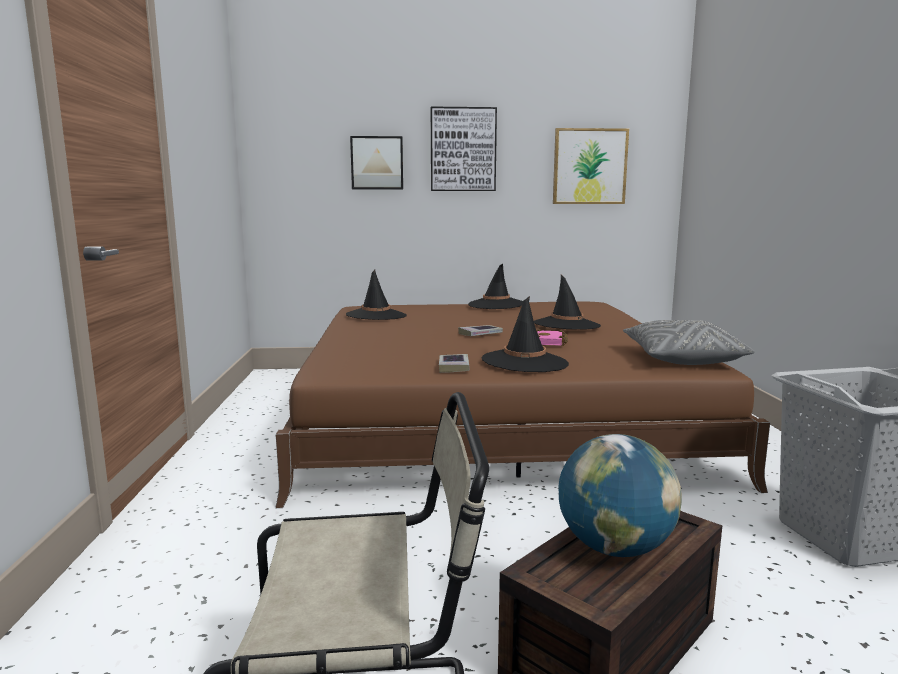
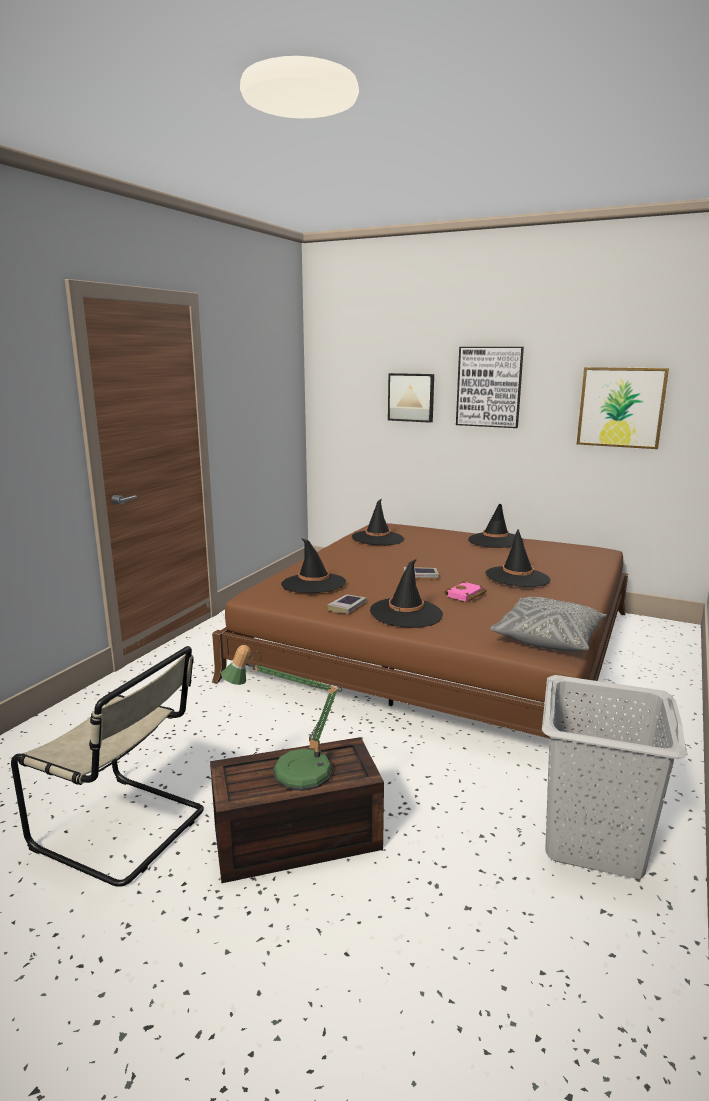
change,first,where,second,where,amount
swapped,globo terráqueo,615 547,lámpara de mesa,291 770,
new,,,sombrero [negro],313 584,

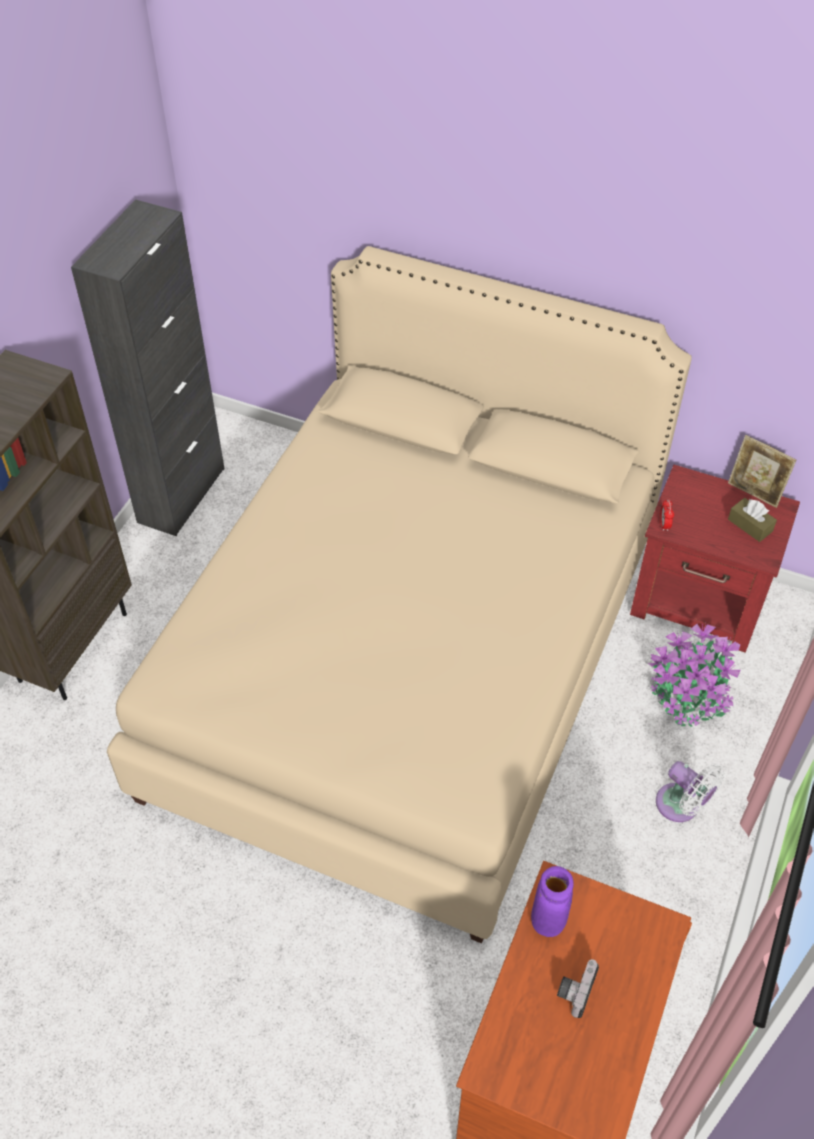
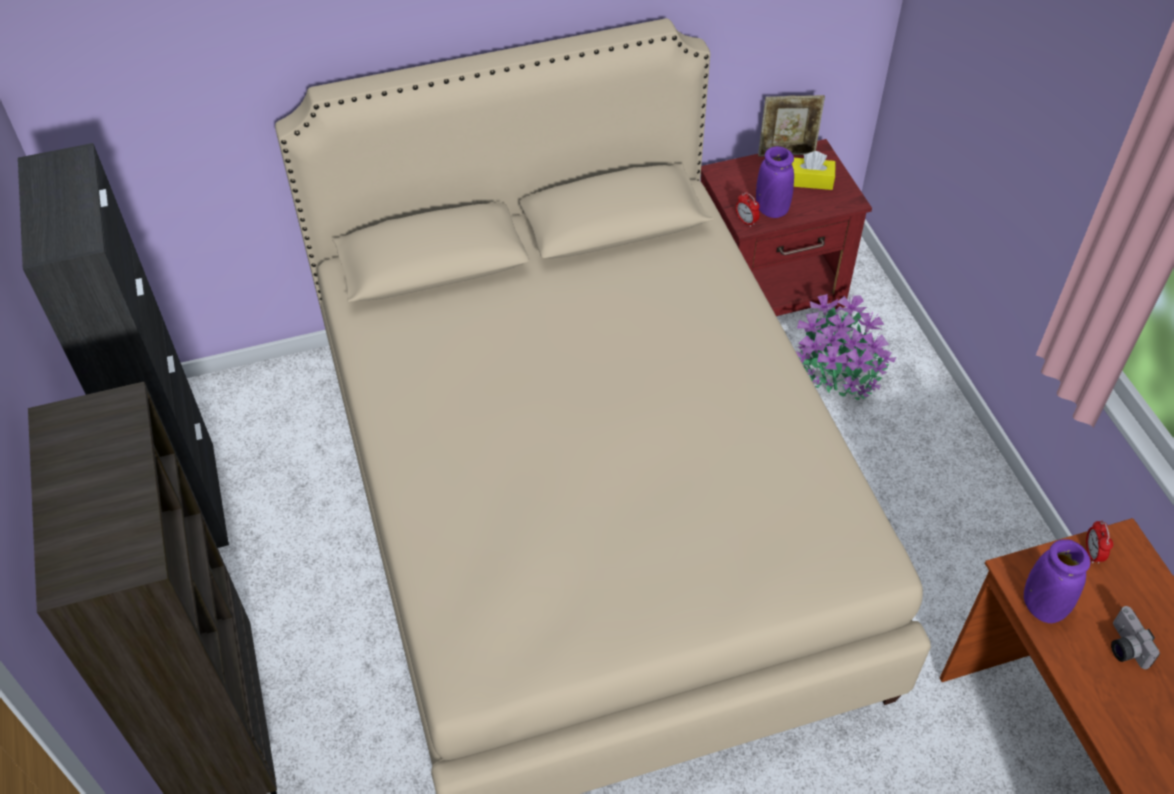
change,first,where,second,where,amount
new,,,florero [morado],771 209,
repainted,caja de pañuelos [marrón],750 525,caja de pañuelos [amarillo],811 180,
new,,,despertador,1092 553,
gone,ventilador [blanco],681 806,,,

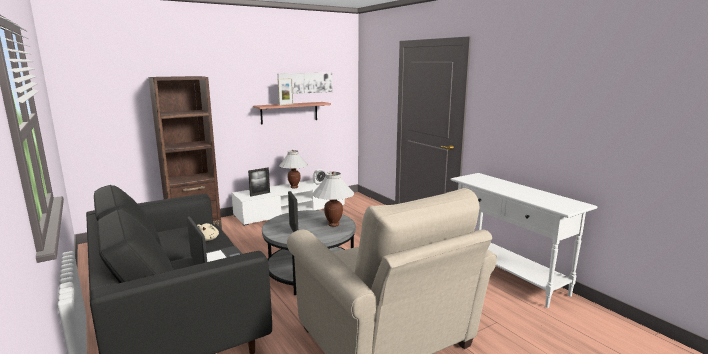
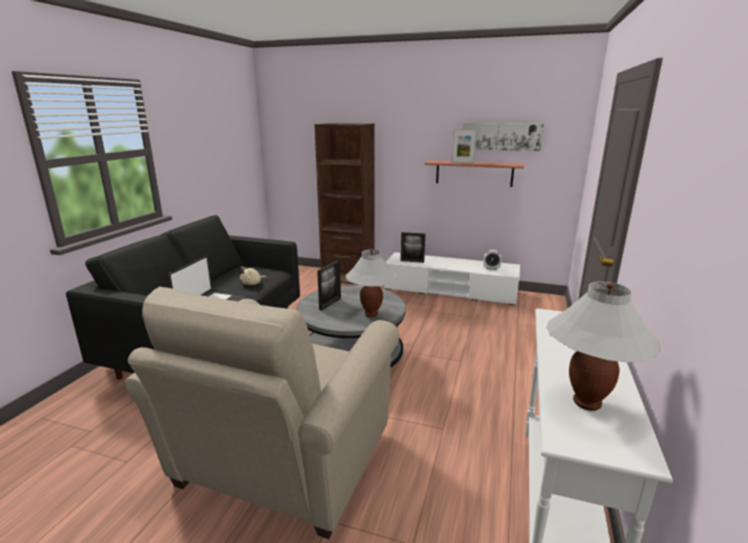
change,first,where,second,where,amount
shifted,lámpara de mesa [blanco],294 187,,587 403,

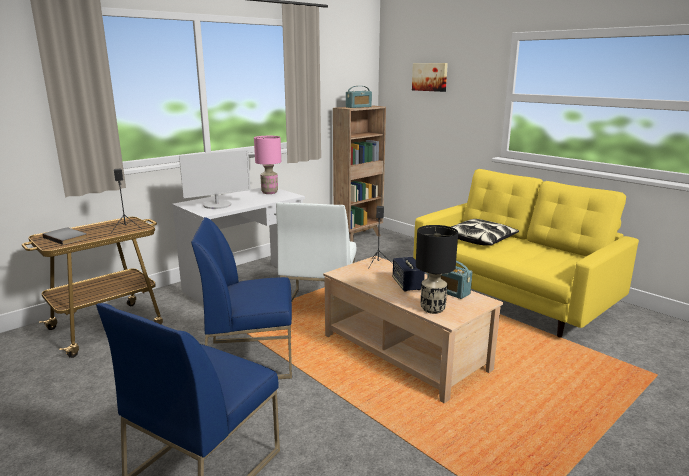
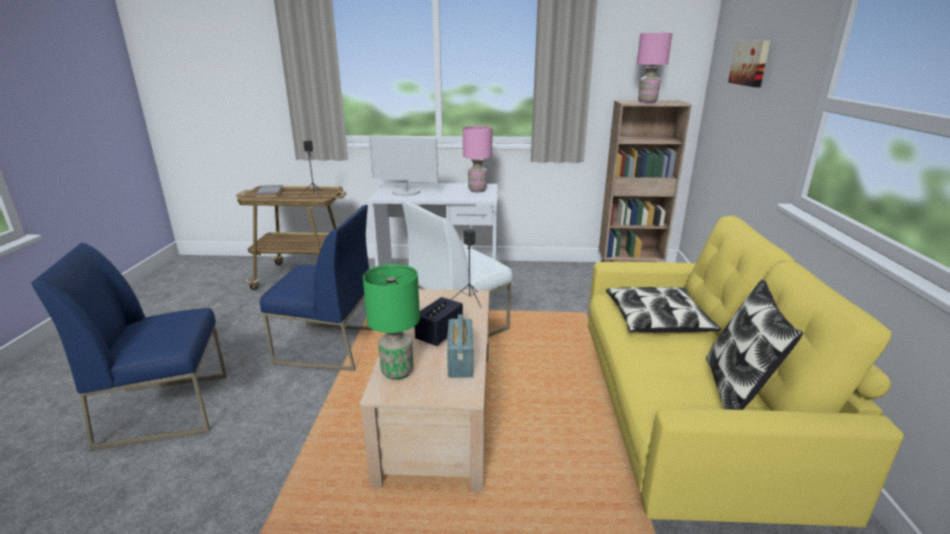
change,first,where,second,where,amount
rotated,silla [azul],251 358,,328 346,150 degrees clockwise
repainted,lámpara de mesa [negro],432 309,lámpara de mesa [verde],396 372,
swapped,radio,358 107,lámpara de mesa [rosa],647 102,
new,,,cojín,736 390,

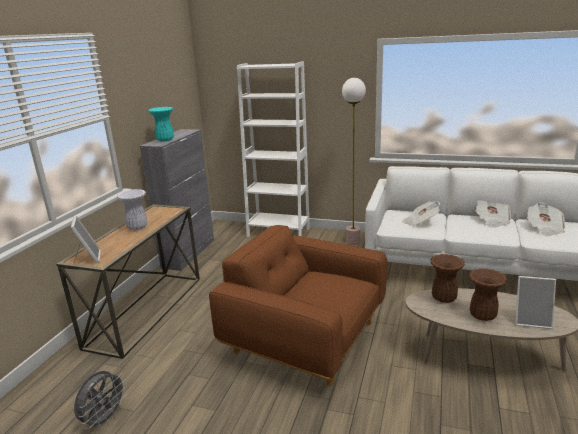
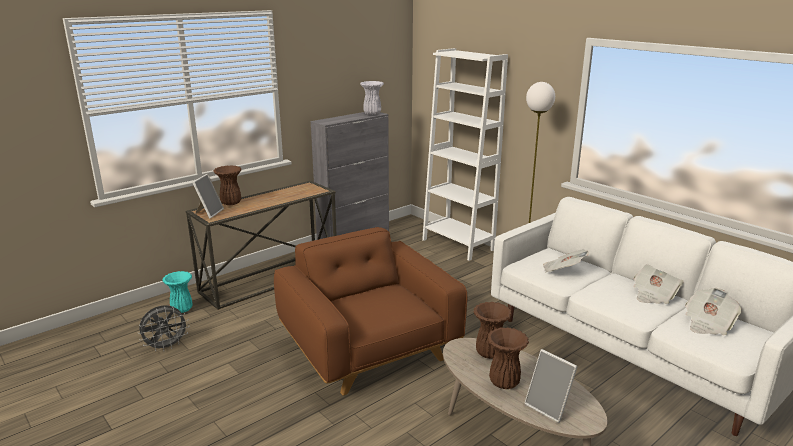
change,first,where,second,where,amount
shifted,florero [turquesa],165 140,,182 309,
new,,,florero [marrón],231 203,
shifted,florero [blanco],138 227,,372 113,

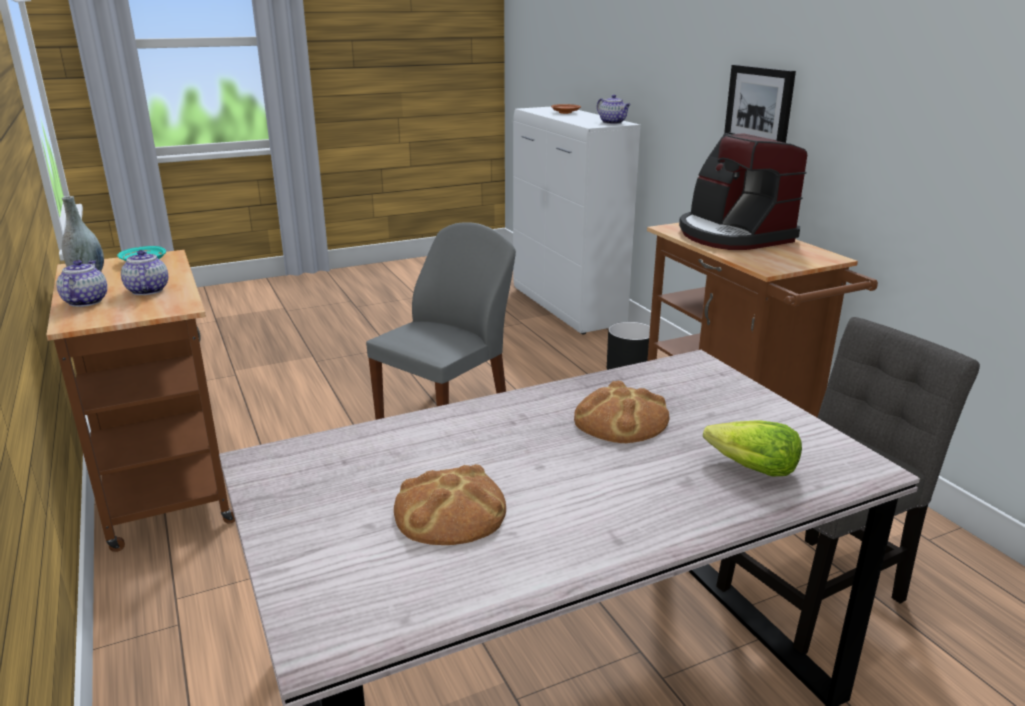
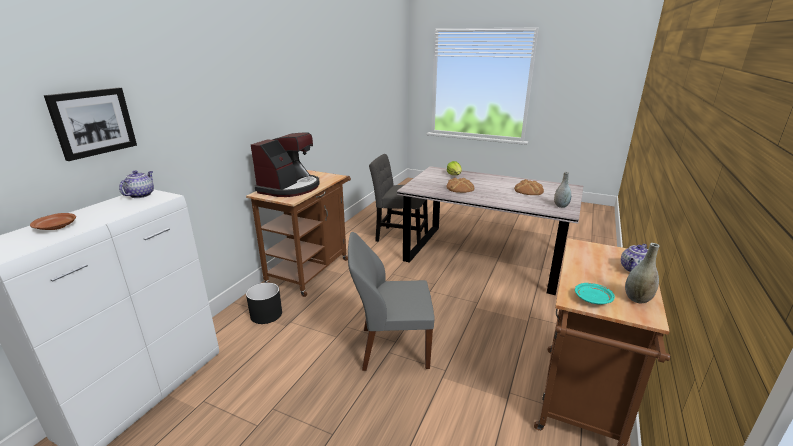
change,first,where,second,where,amount
shifted,cuadro,760 106,,93 122,
new,,,florero [gris],561 206,
gone,tetera,147 290,,,

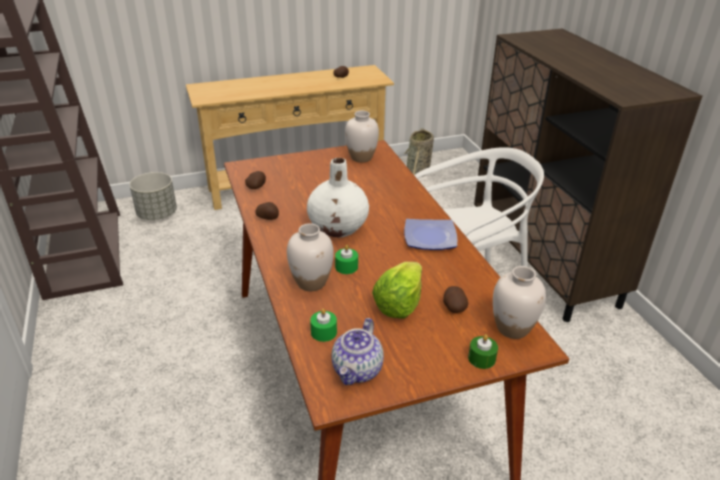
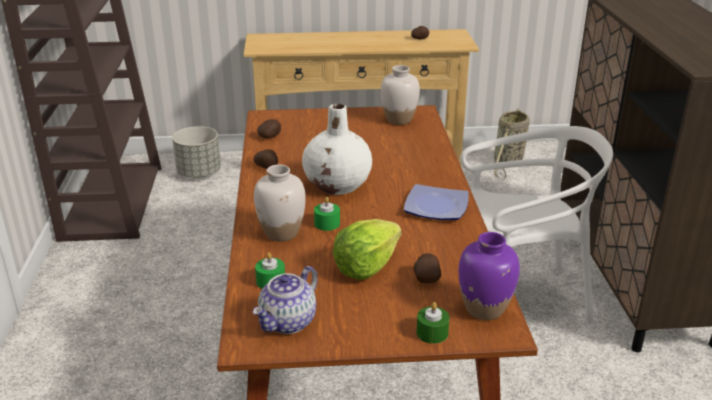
change,first,where,second,where,amount
repainted,florero [blanco],512 328,florero [morado],485 309,

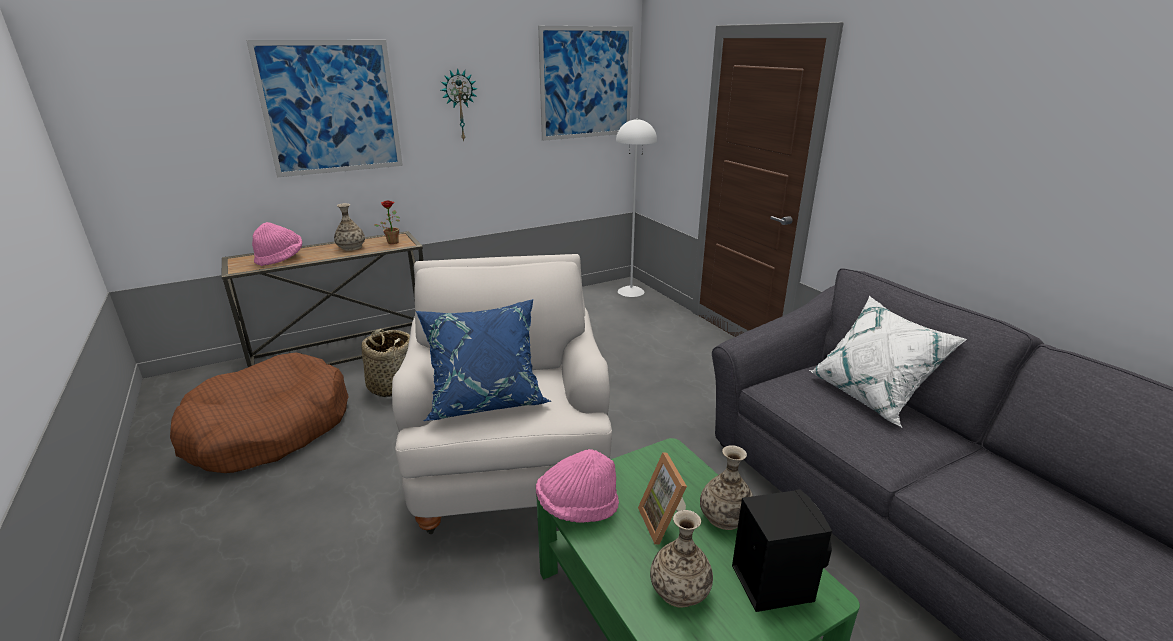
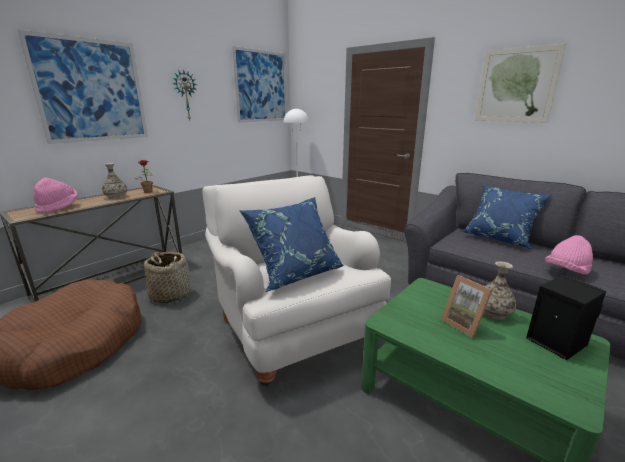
change,first,where,second,where,amount
repainted,cojín [blanco],871 395,cojín [azul],499 238,
new,,,cuadro,516 85,
shifted,sombrero [rosa],577 507,,566 271,
gone,florero,679 589,,,

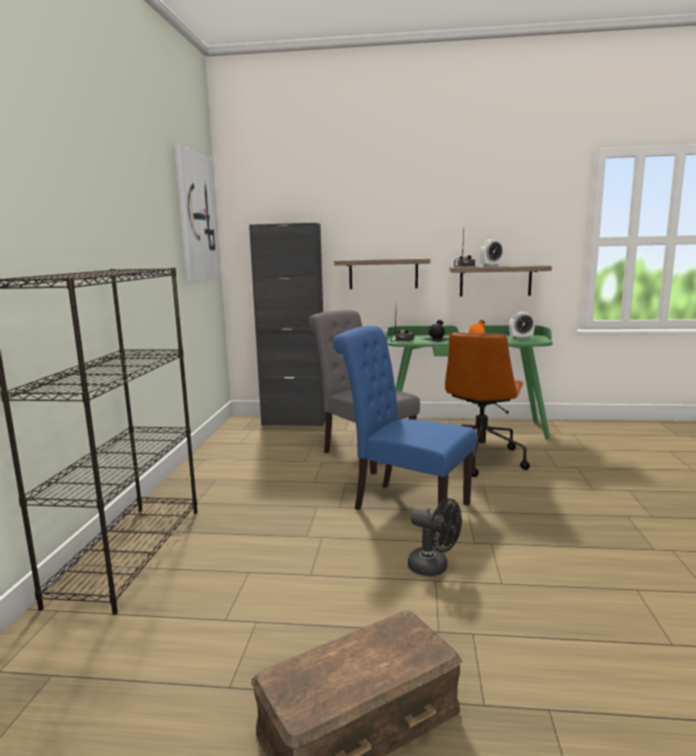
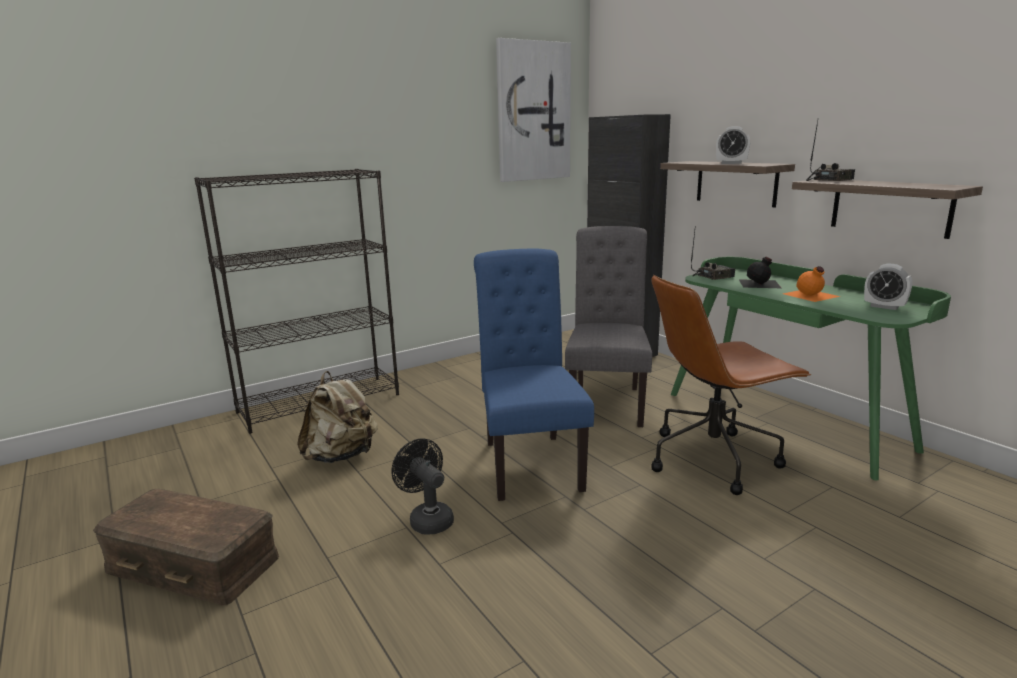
change,first,where,second,where,amount
new,,,mochila [beis],341 456,
rotated,ventilador [negro],434 568,,427 519,150 degrees clockwise
shifted,despertador,490 266,,731 163,

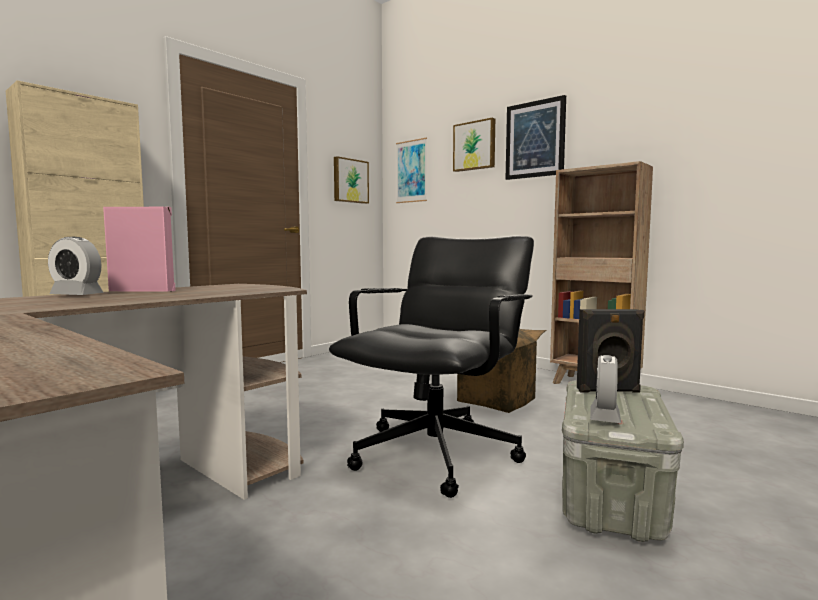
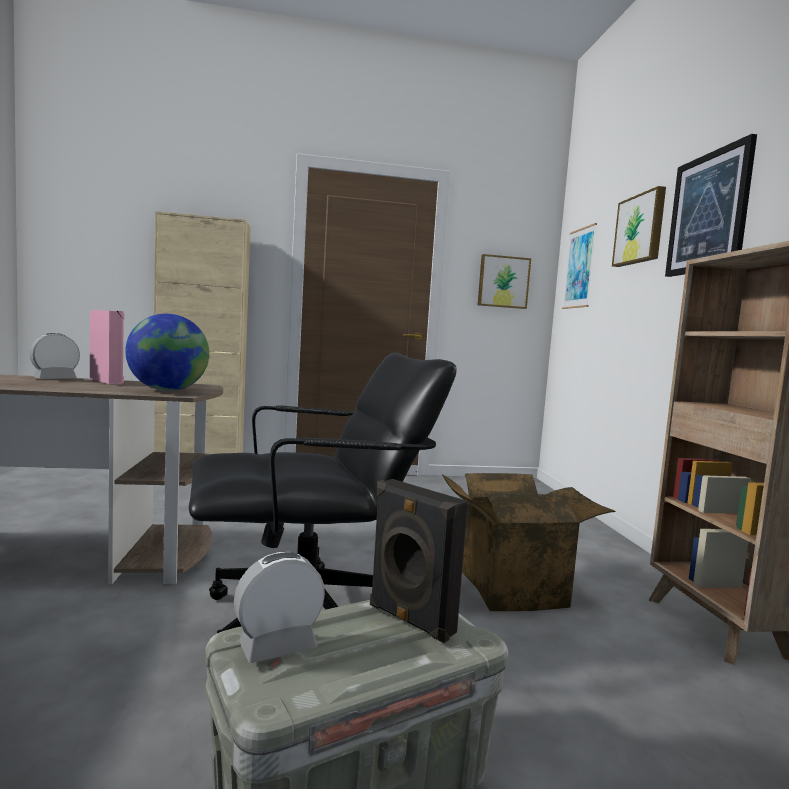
change,first,where,second,where,amount
rotated,despertador,77 295,,55 379,75 degrees clockwise
new,,,globo terráqueo,167 390,

